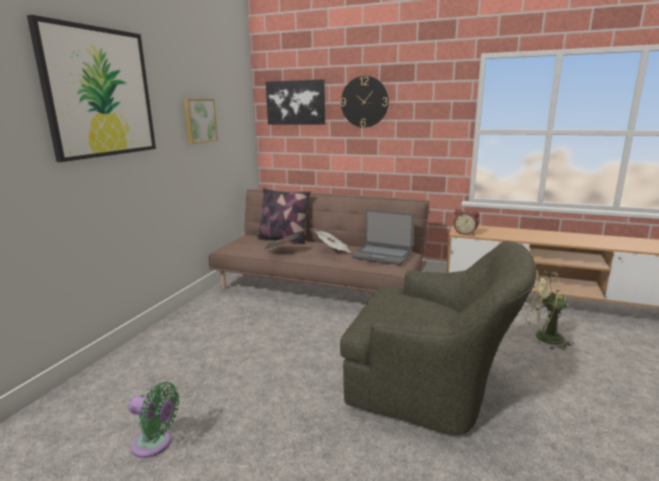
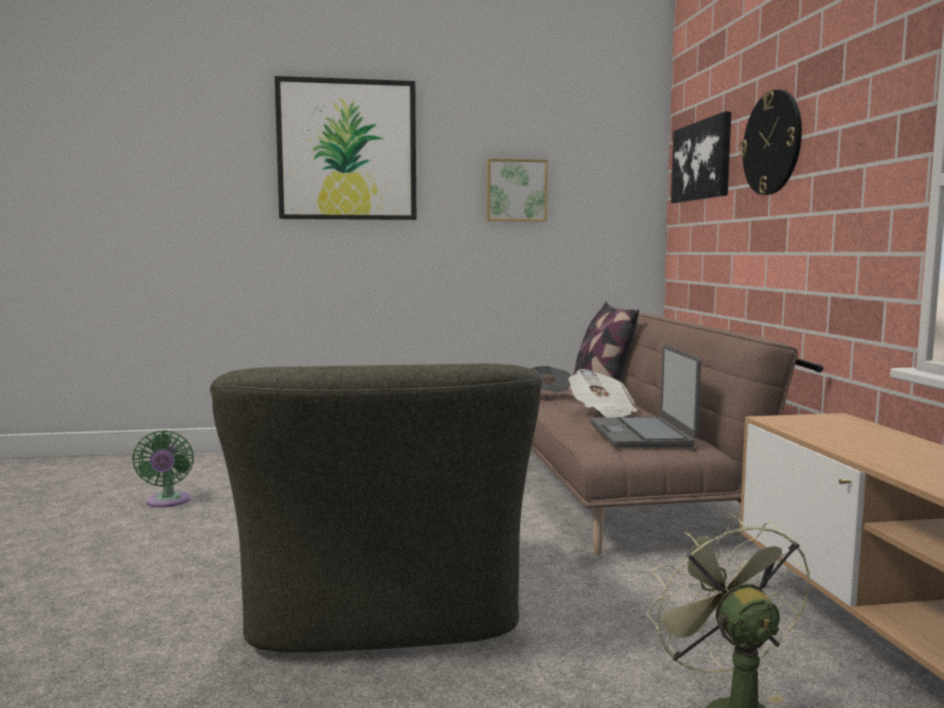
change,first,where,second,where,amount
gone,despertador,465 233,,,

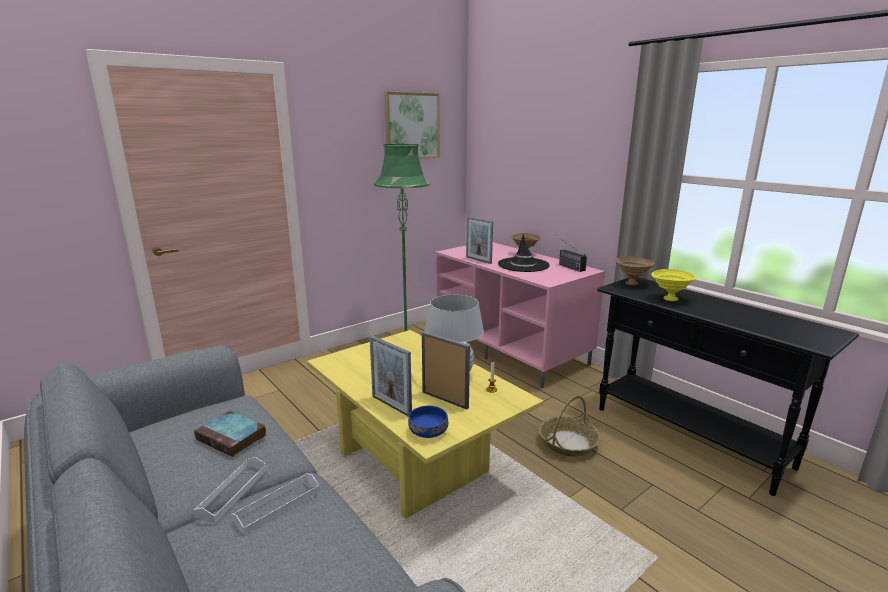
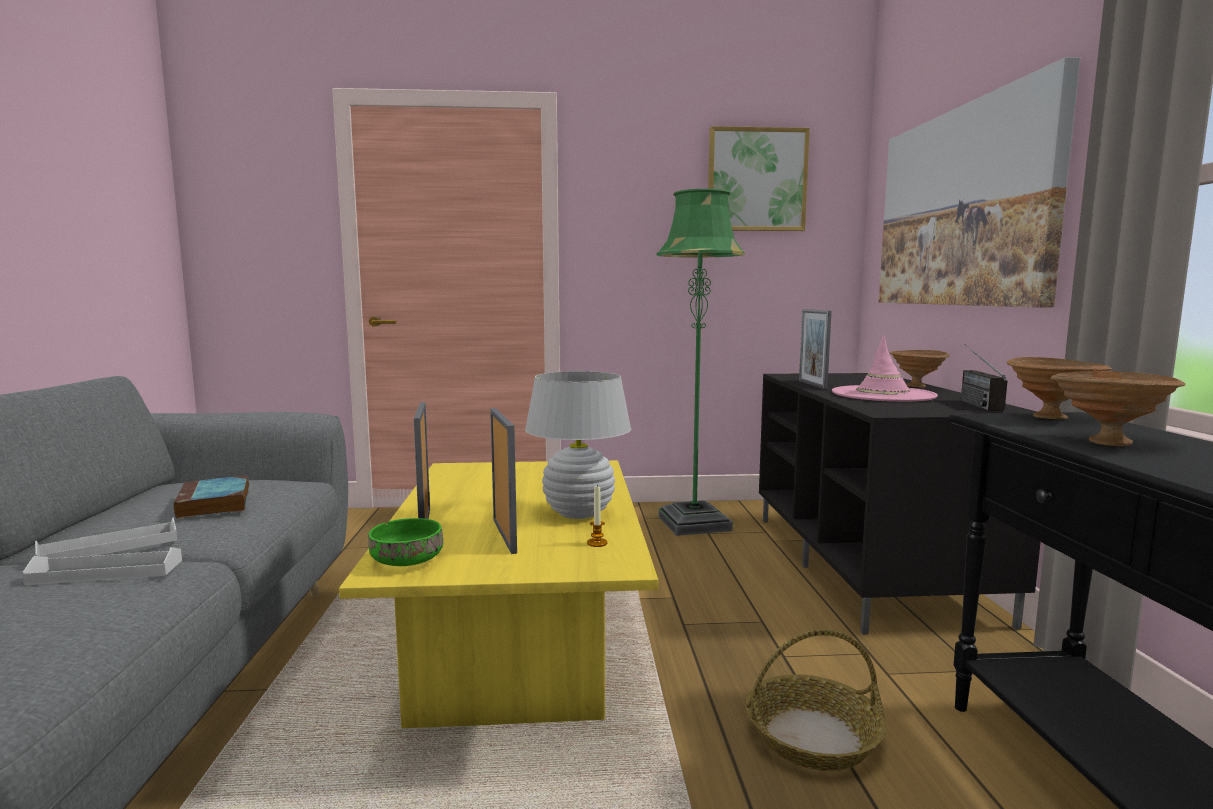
change,first,where,second,where,amount
repainted,cuenco [azul],429 432,cuenco [verde],407 561,
repainted,mueble de televisión [rosa],511 349,mueble de televisión [negro],870 565,
repainted,sombrero [negro],523 265,sombrero [rosa],883 395,
new,,,cuadro,962 208,
repainted,cuenco [amarillo],669 299,cuenco [marrón],1106 442,

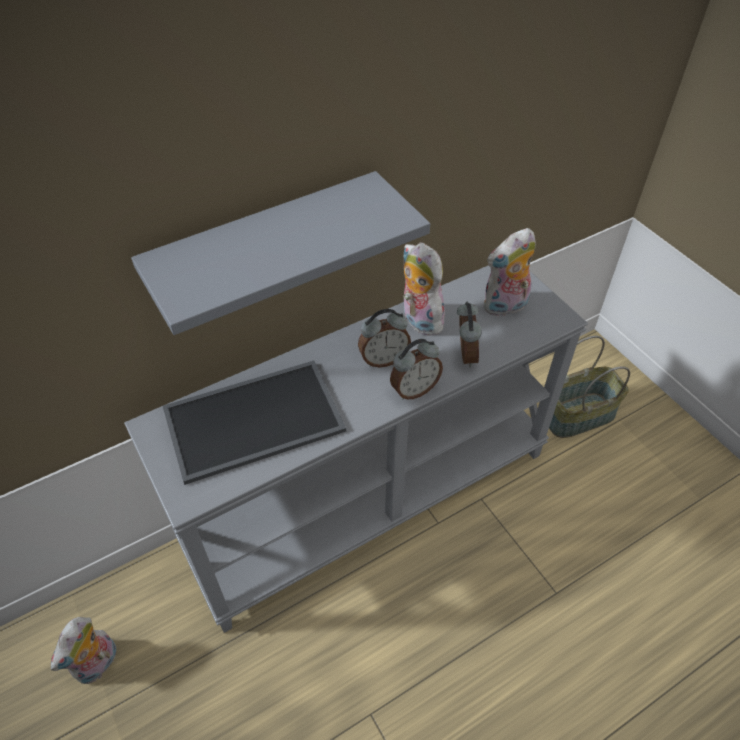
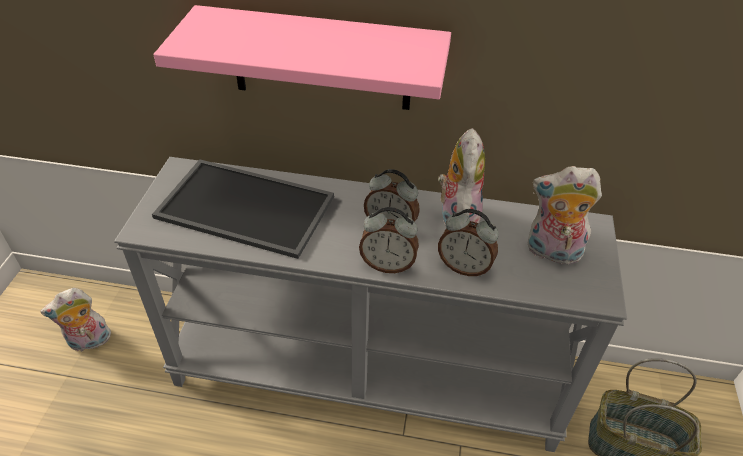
change,first,where,second,where,amount
repainted,estante [gris],266 248,estante [rosa],321 59,
rotated,despertador,464 355,,464 267,75 degrees clockwise

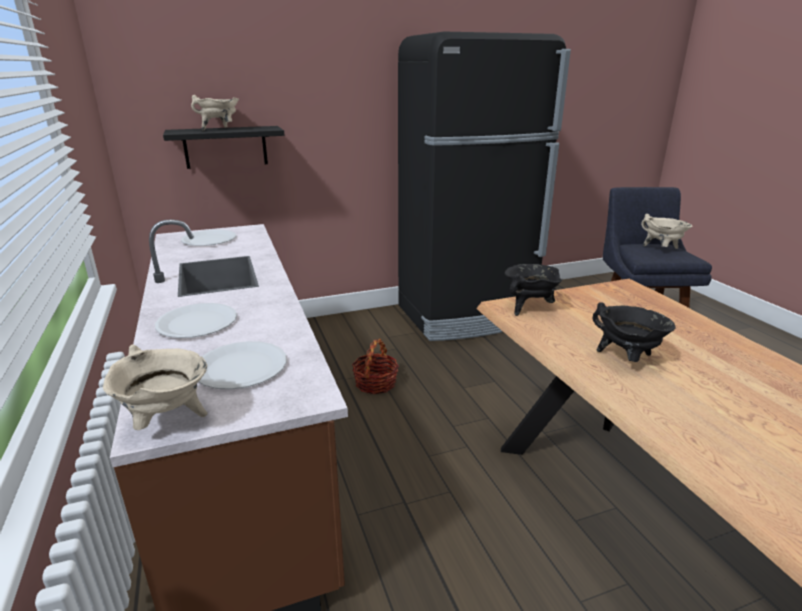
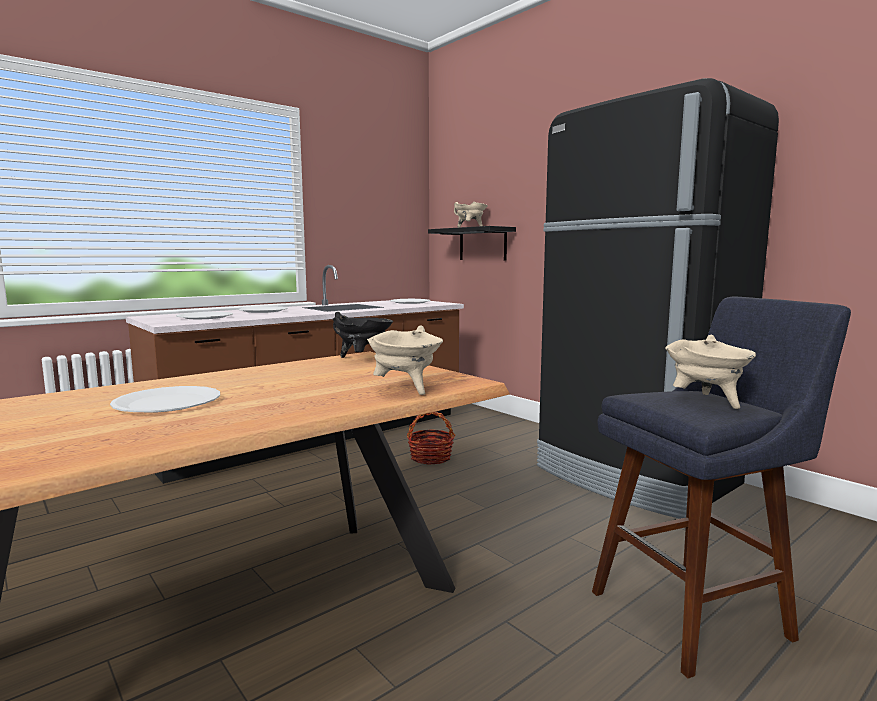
change,first,where,second,where,amount
new,,,plato [blanco],167 403,
shifted,olla [beis],167 421,,406 389,
gone,olla [negro],626 359,,,

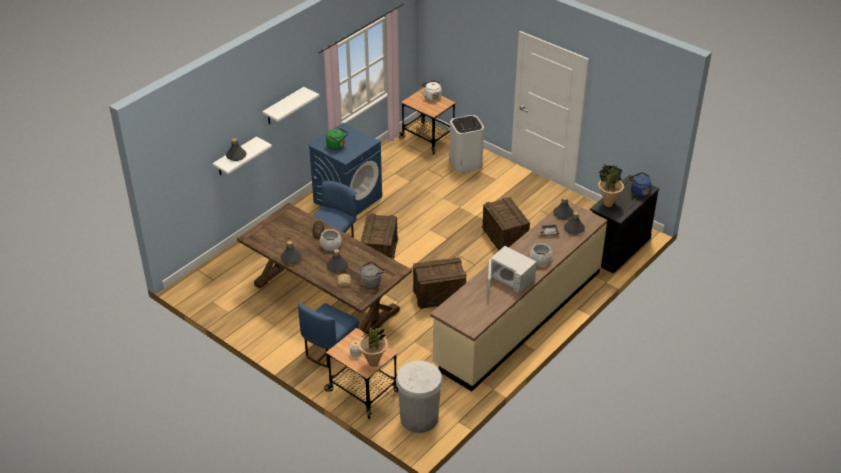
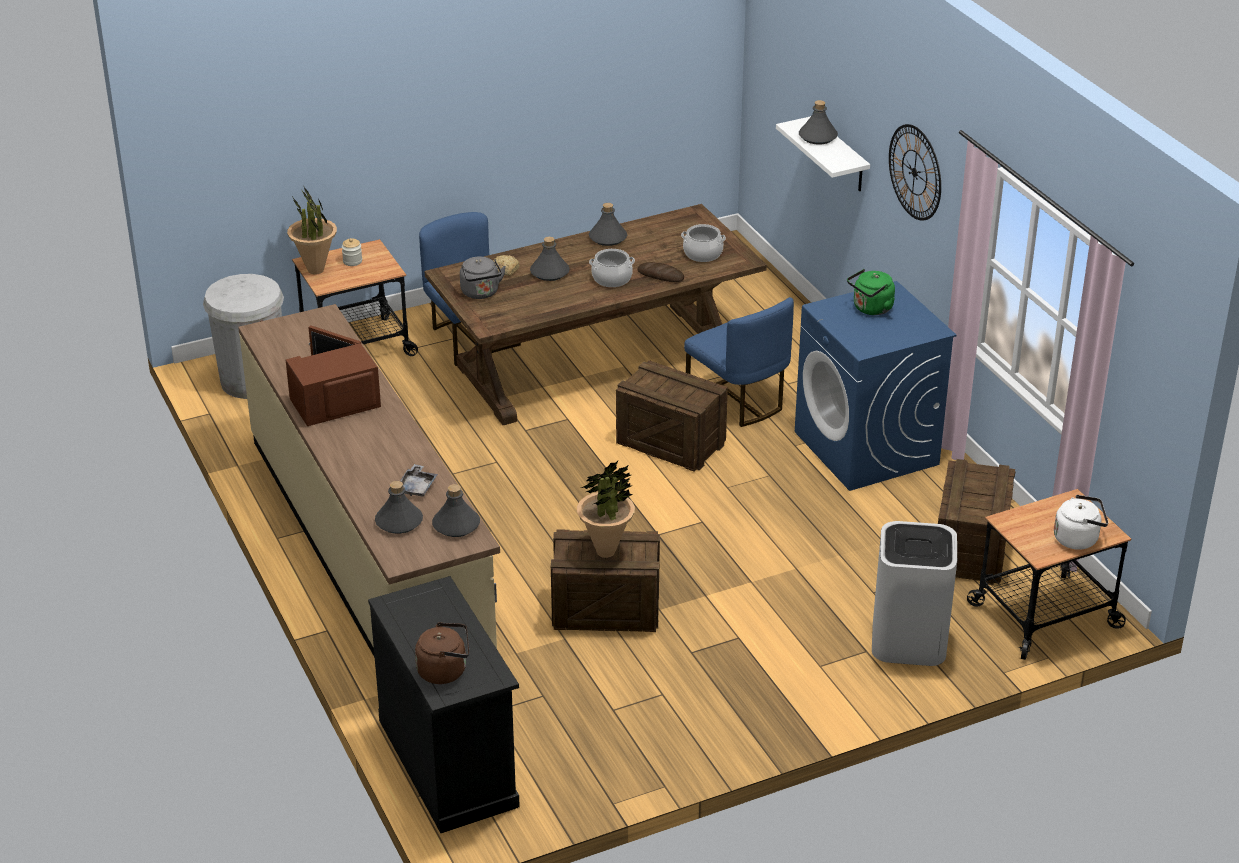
change,first,where,second,where,amount
repainted,microondas [blanco],509 279,microondas [marrón],336 401,
repainted,hervidor [azul],639 191,hervidor [marrón],445 670,
shifted,planta en maceta,608 204,,606 551,
shifted,olla,540 259,,703 254,
swapped,estante [blanco],283 106,reloj de pared,915 172,
shifted,caja de embalaje,439 295,,970 549,

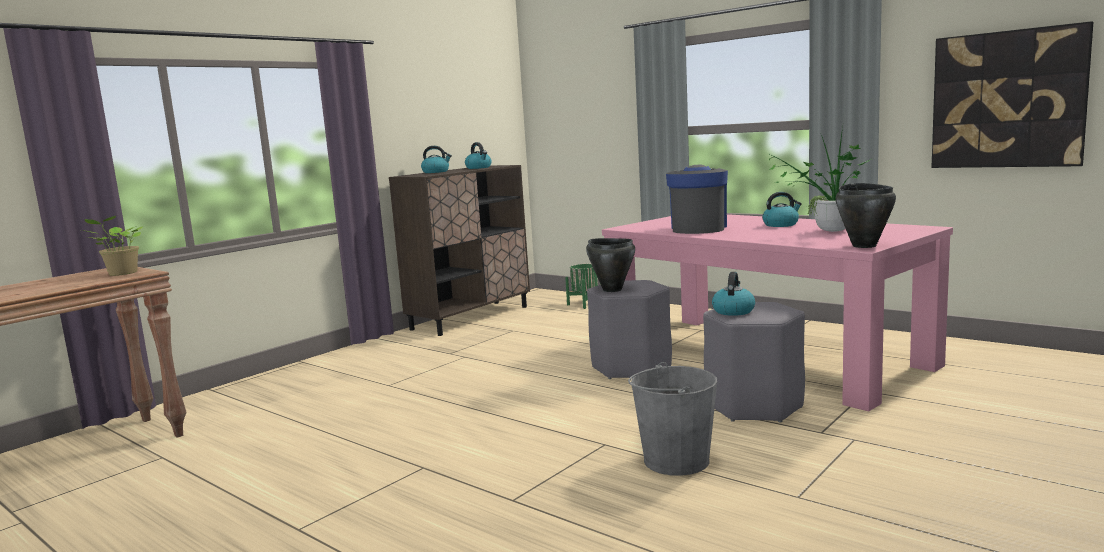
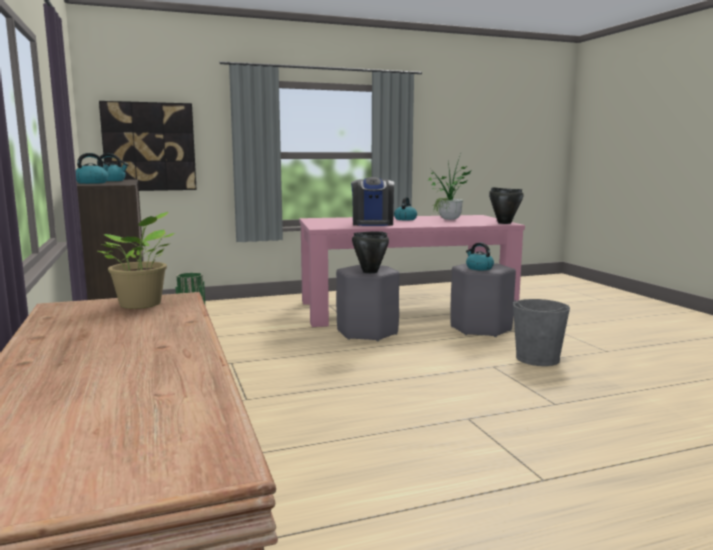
change,first,where,second,where,amount
shifted,cuadro,1007 99,,149 147,
rotated,cafetera,698 228,,372 224,135 degrees counterclockwise

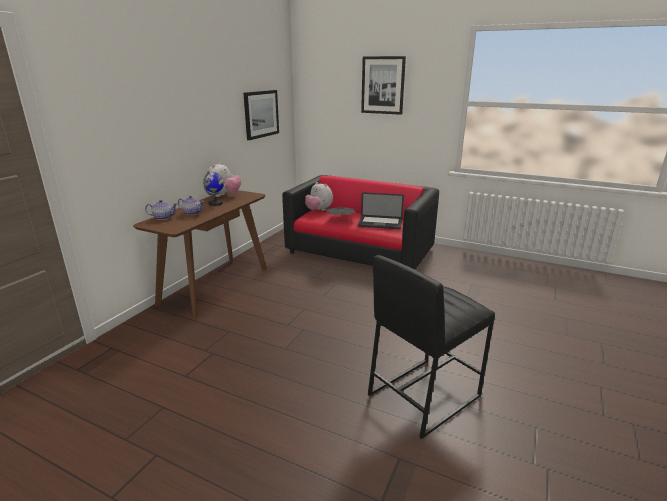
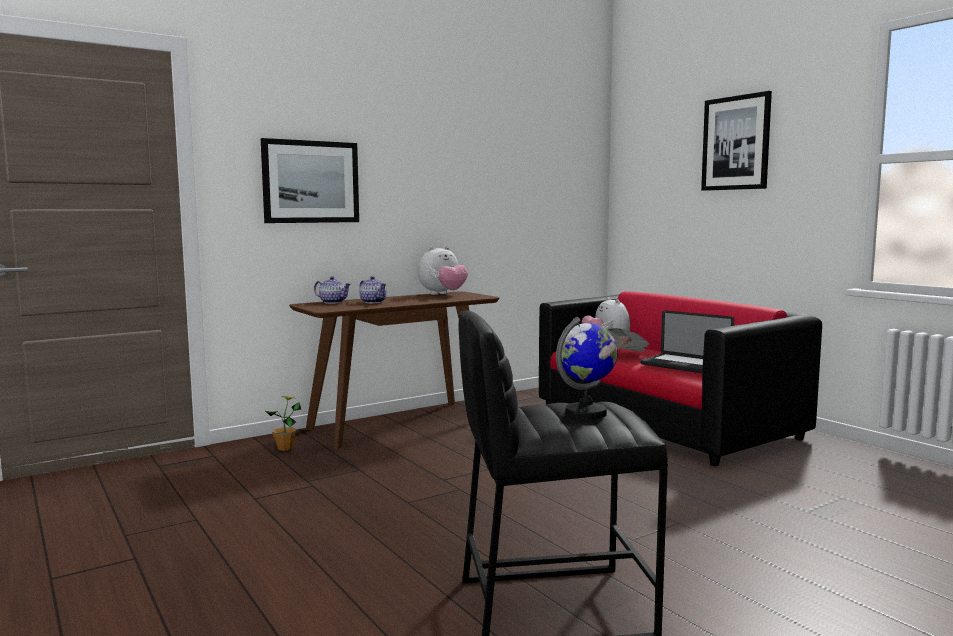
change,first,where,second,where,amount
shifted,cuadro,261 114,,311 182,
new,,,planta en maceta,285 448,
shifted,globo terráqueo,216 203,,586 413,

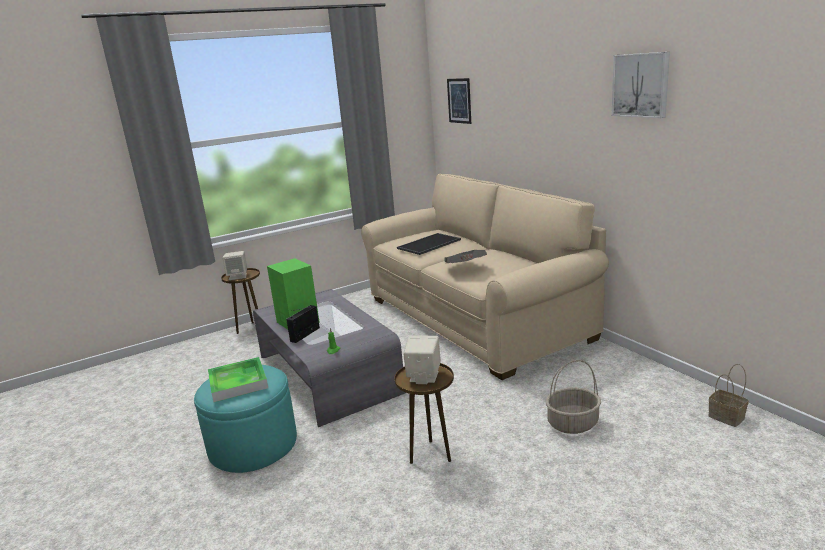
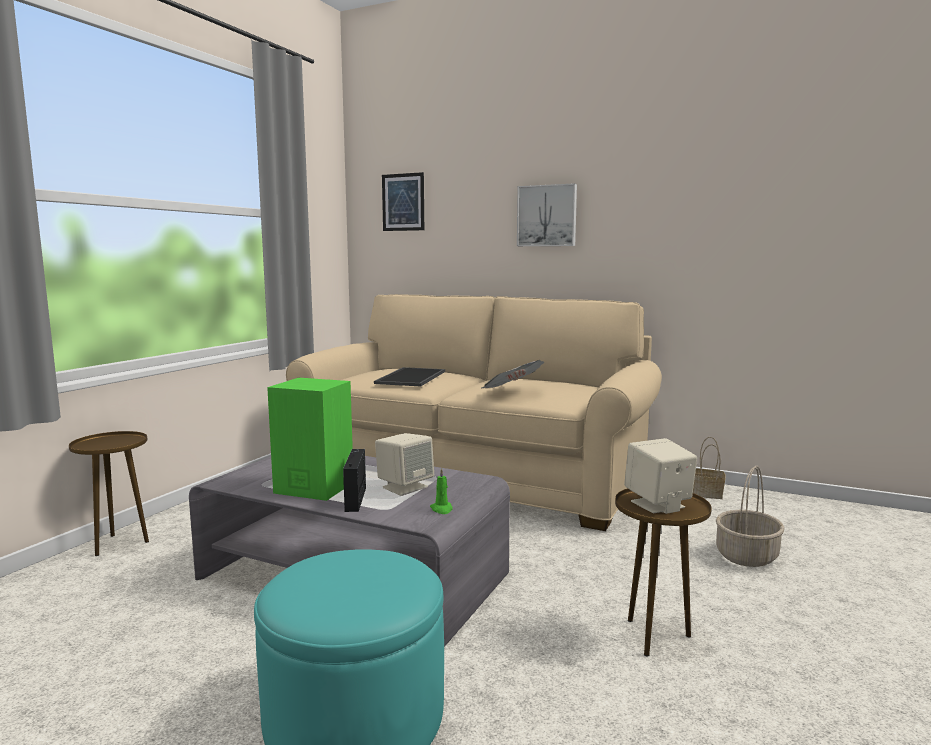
change,first,where,second,where,amount
shifted,altavoz [beis],238 276,,405 487,
shifted,cuadro,641 85,,547 216,
shifted,cesta,727 417,,708 494,
gone,bandeja,238 383,,,

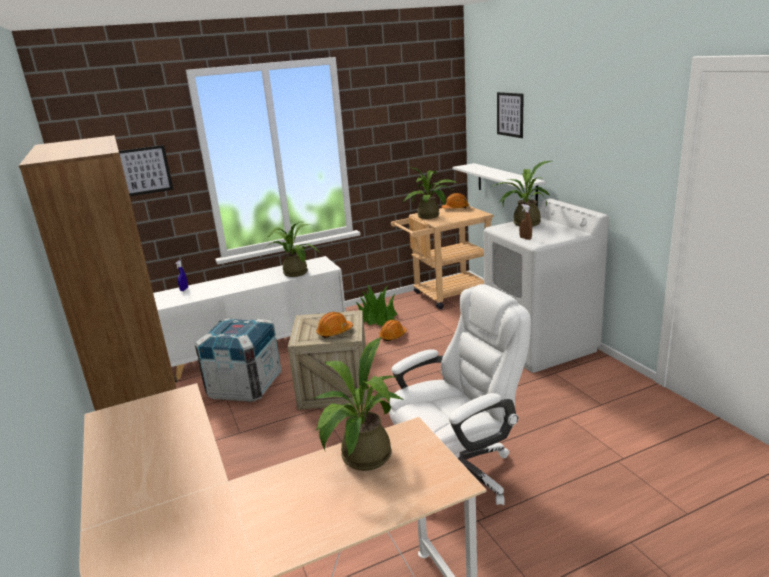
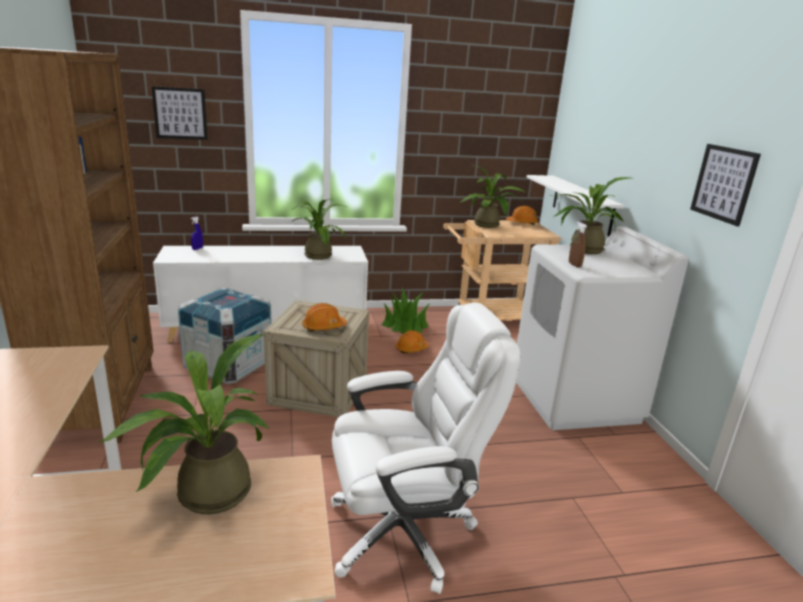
change,first,where,second,where,amount
shifted,cuadro,510 114,,723 183,

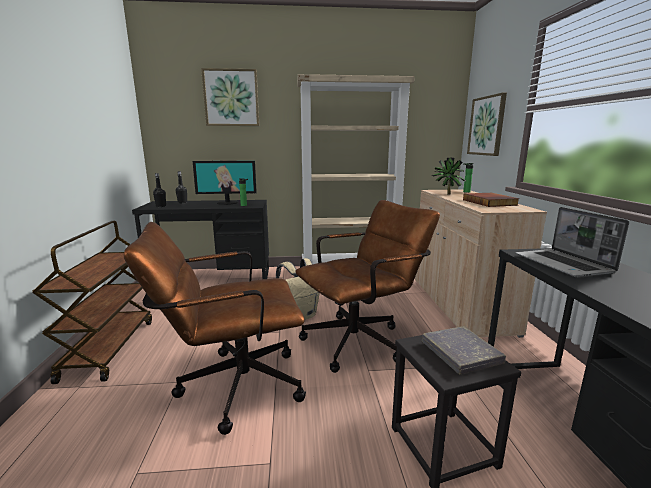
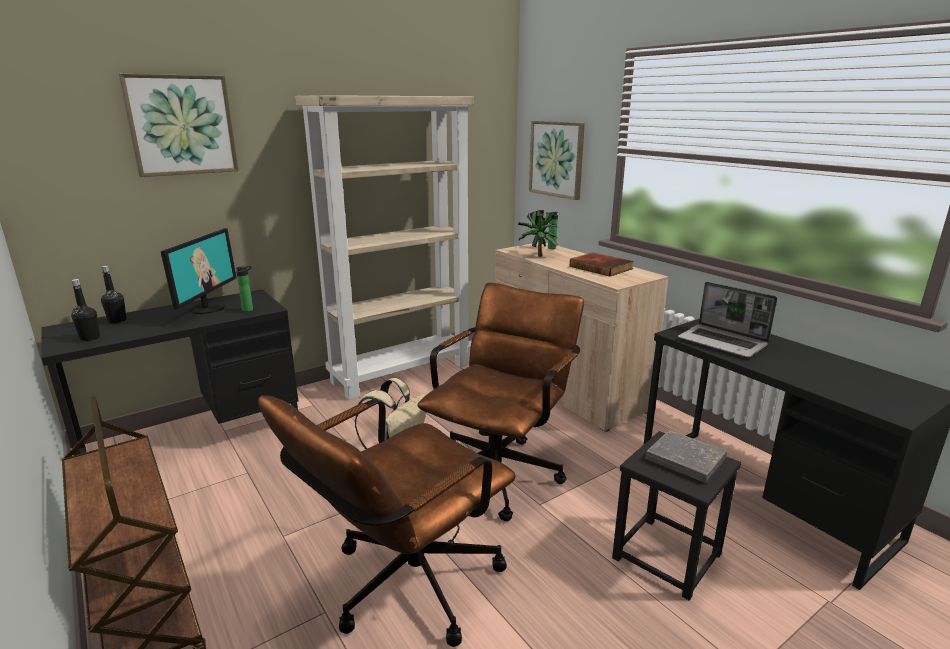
change,first,where,second,where,amount
rotated,monitor,227 203,,207 308,45 degrees counterclockwise

